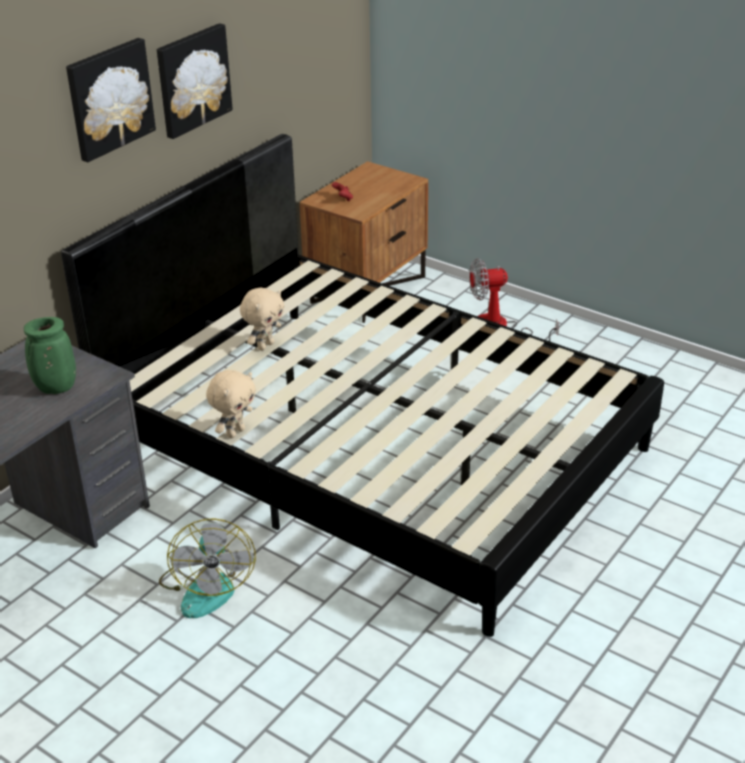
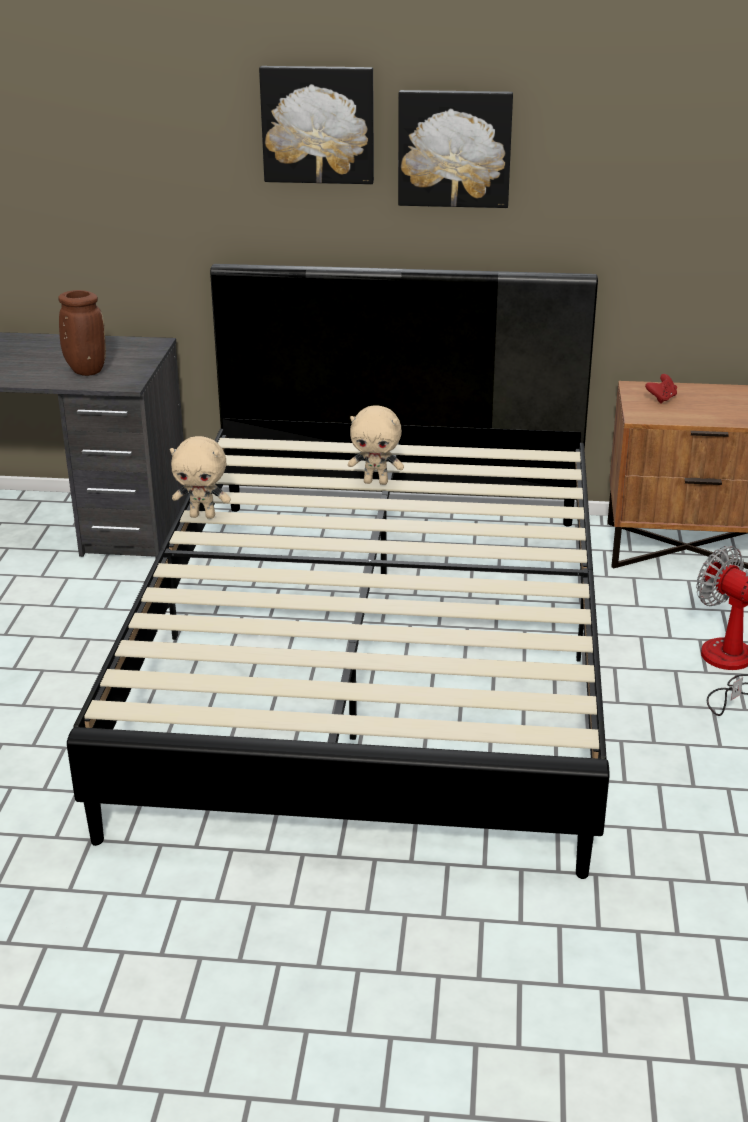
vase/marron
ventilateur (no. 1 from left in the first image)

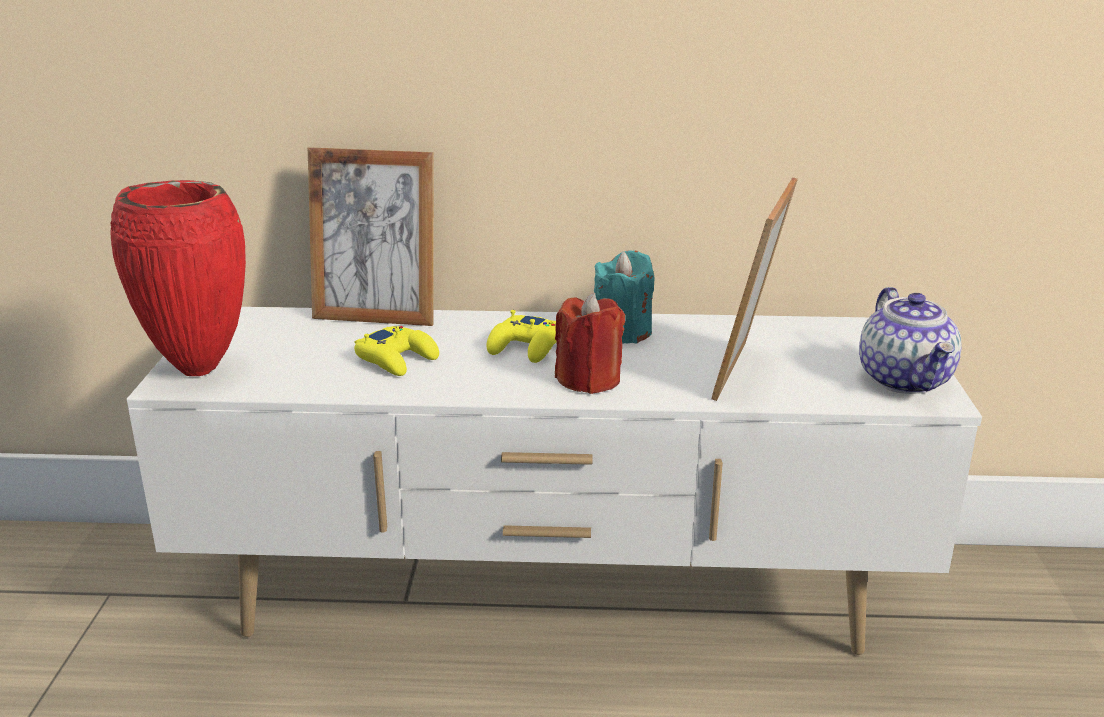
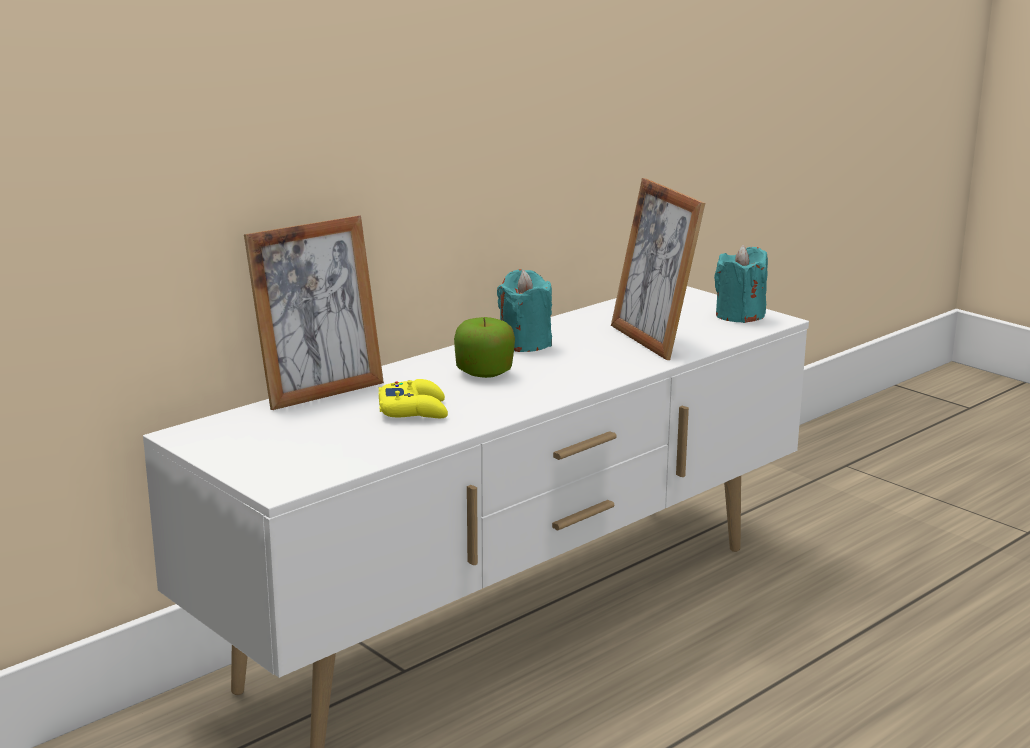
pomme
bougie/turquoise (no. 2 from left)
vase/rouge
bougie/rouge

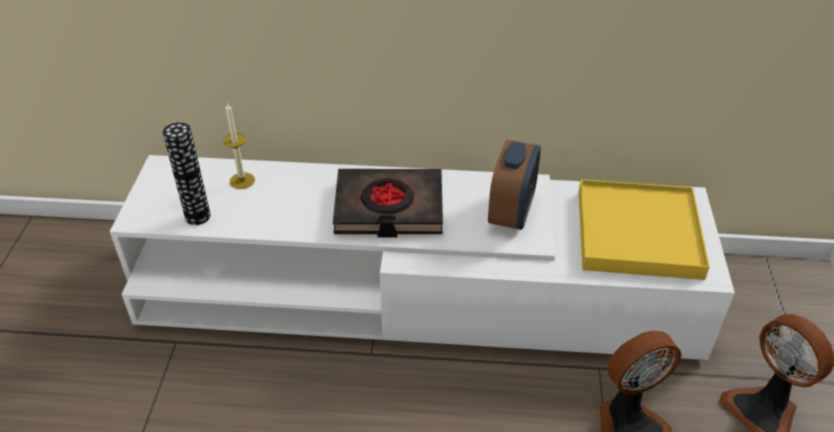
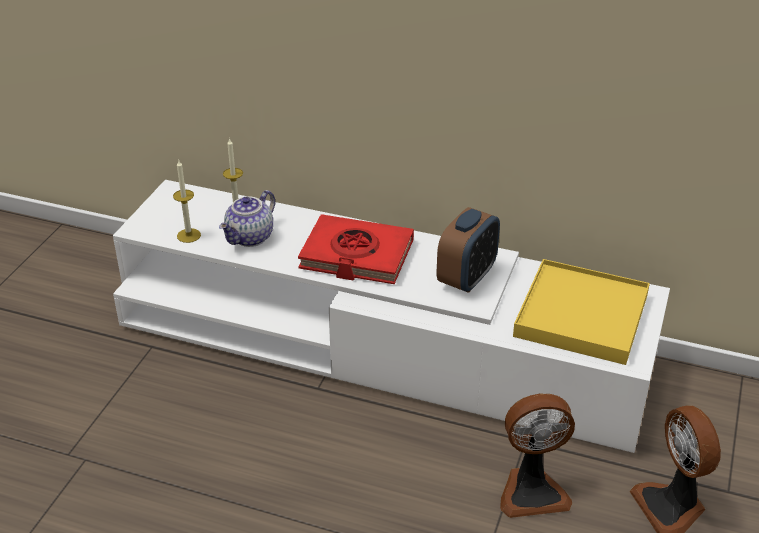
bougie (no. 1 from left)
théière
livre/rouge

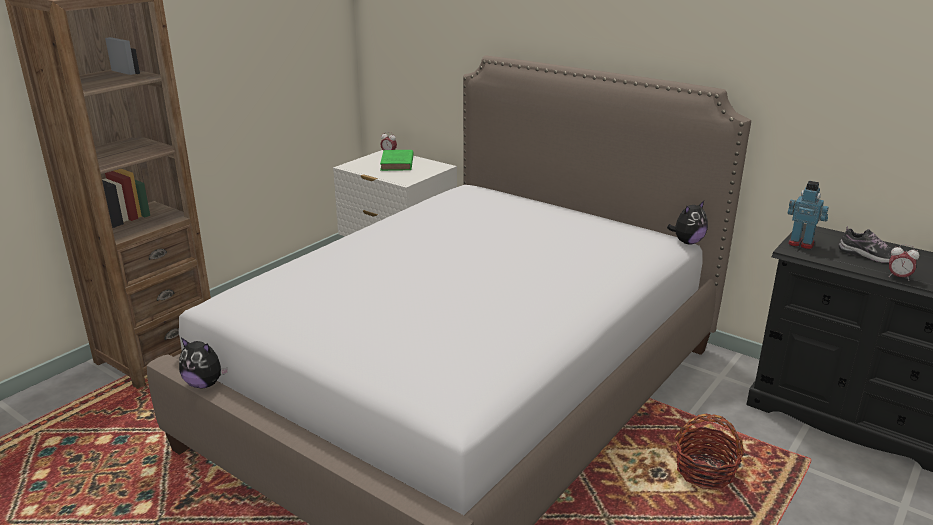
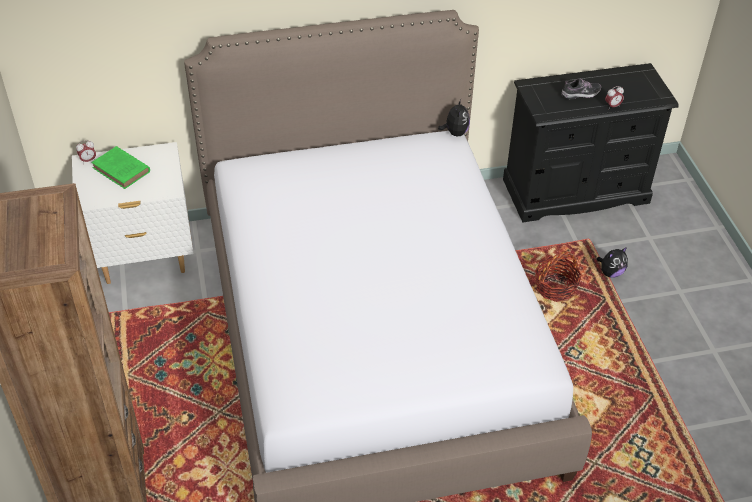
peluche (no. 2 from left)
robot jouet

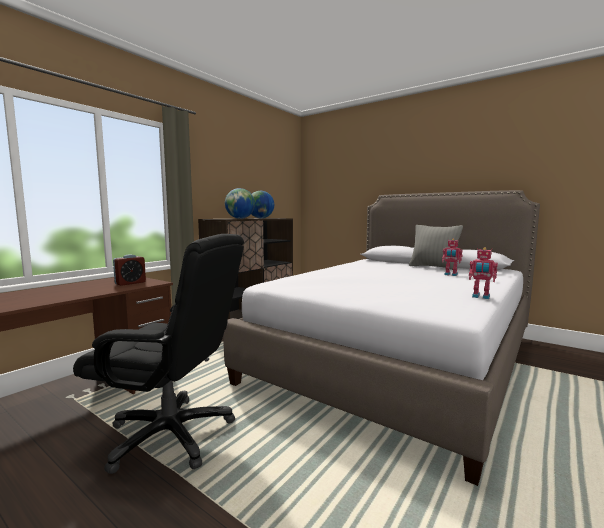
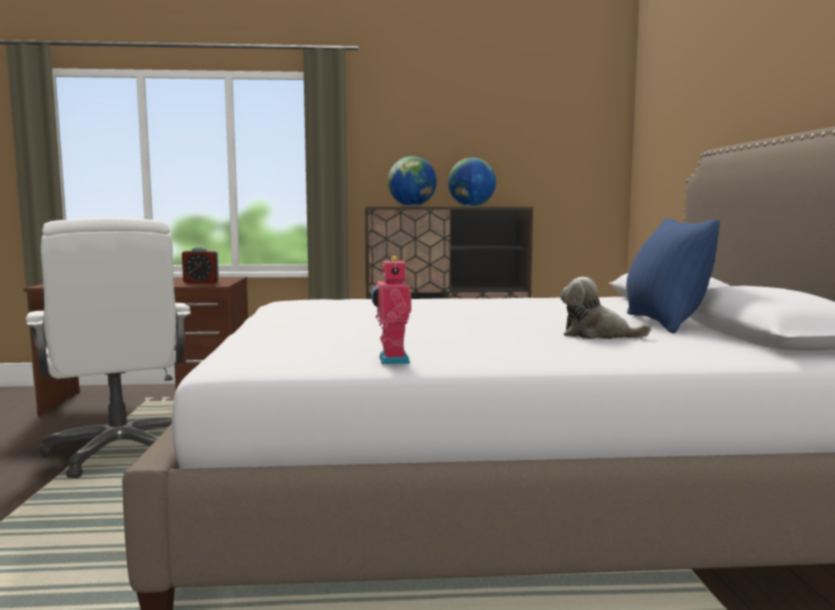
chaise de bureau/blanc
peluche
coussin/bleu

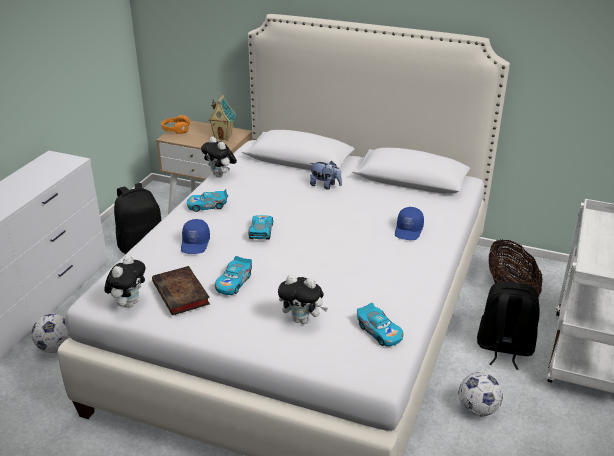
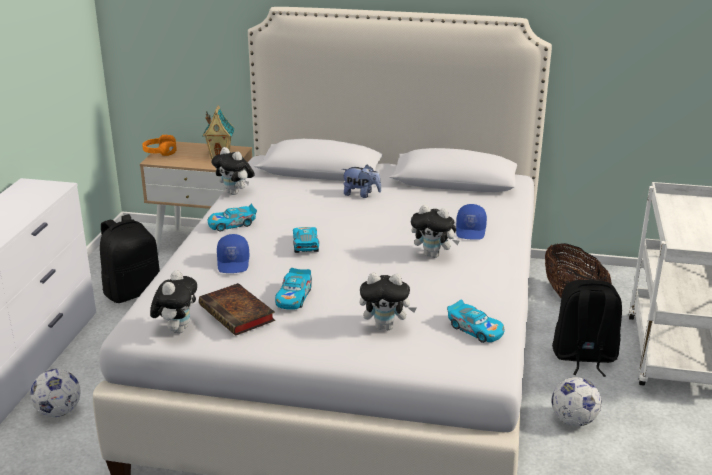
peluche (no. 5 from left)

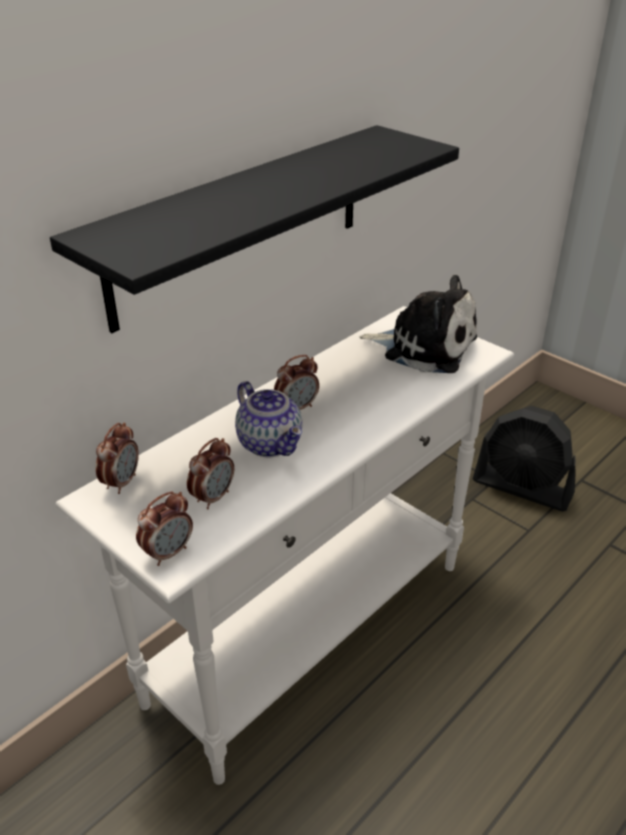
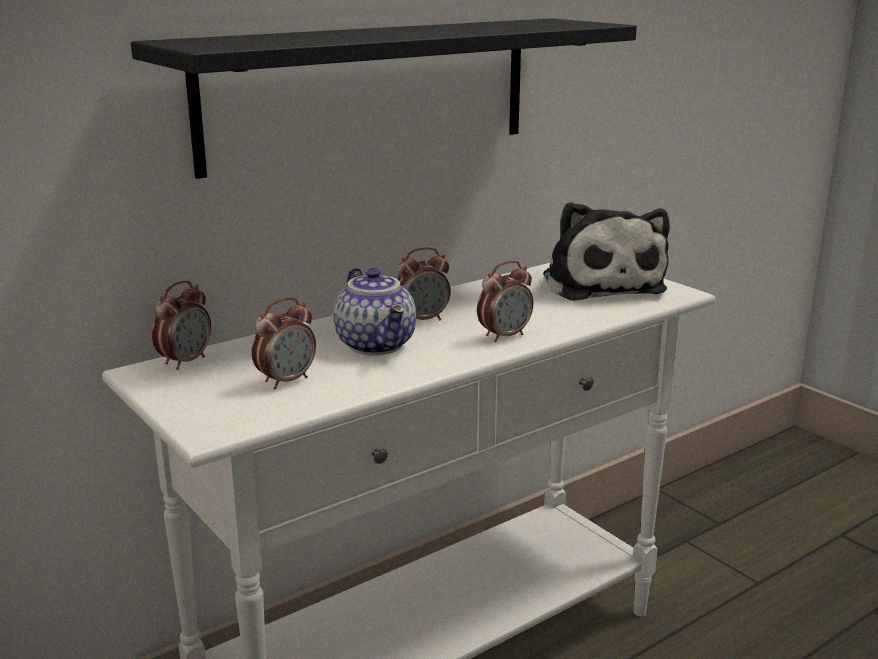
réveil (no. 4 from left)
peluche
ventilateur/noir

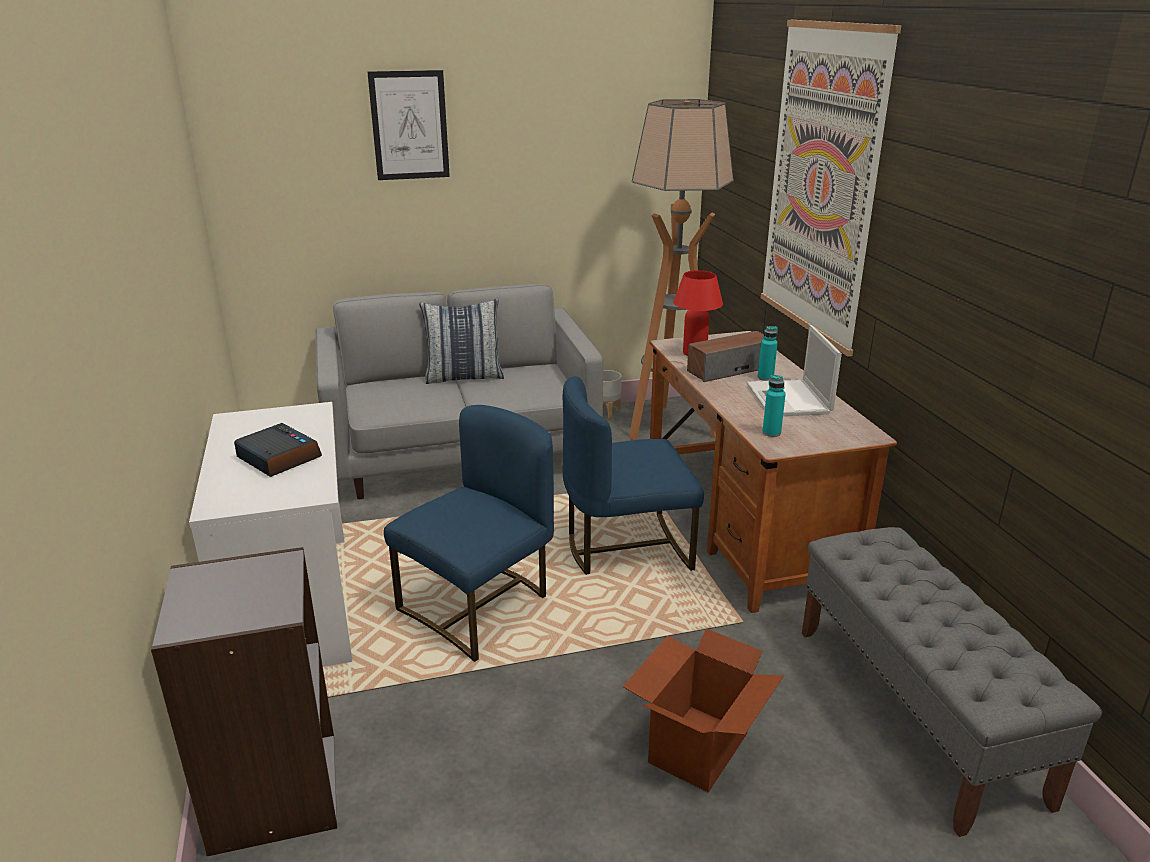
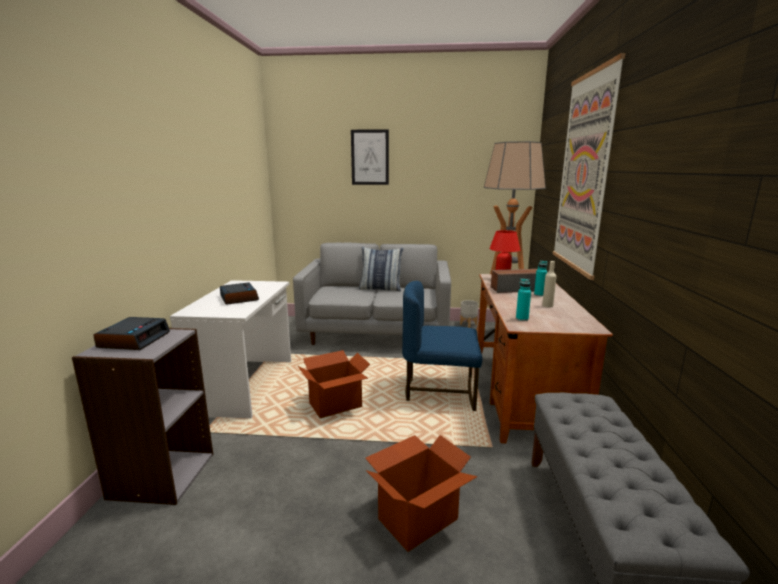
réveil (no. 1 from left)
carton (no. 1 from left)
bouteille/beige

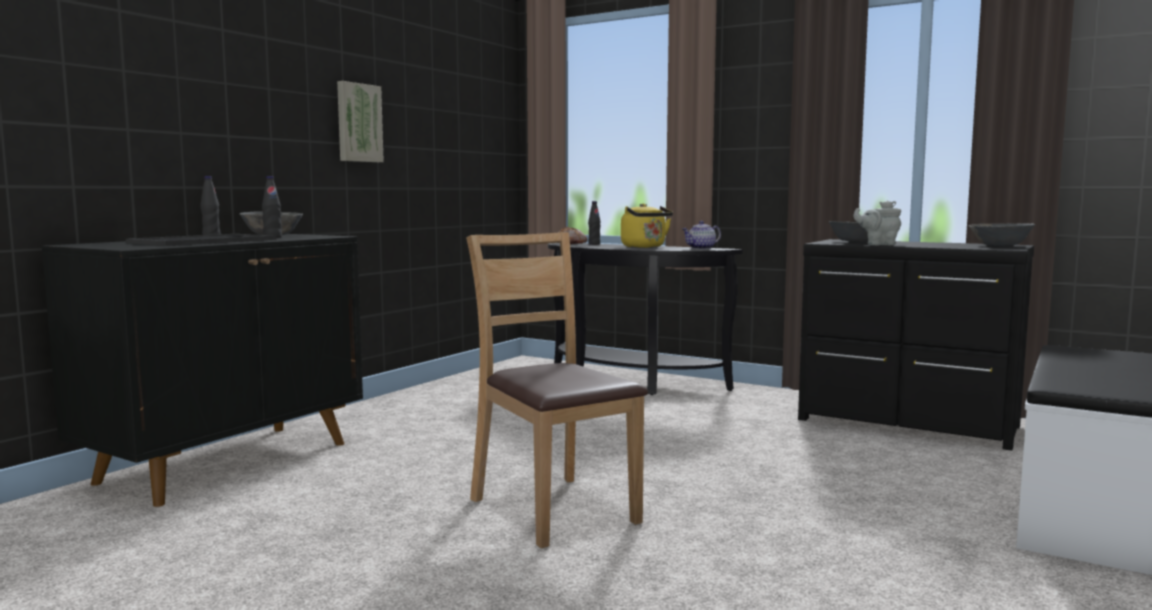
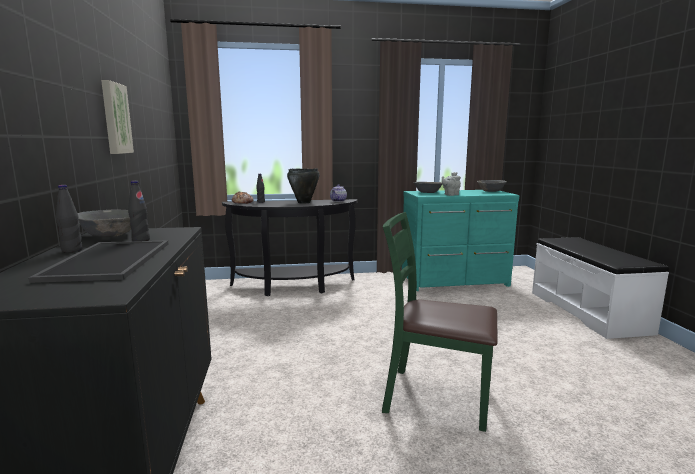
marmite/noir
chaise/vert
commode/turquoise

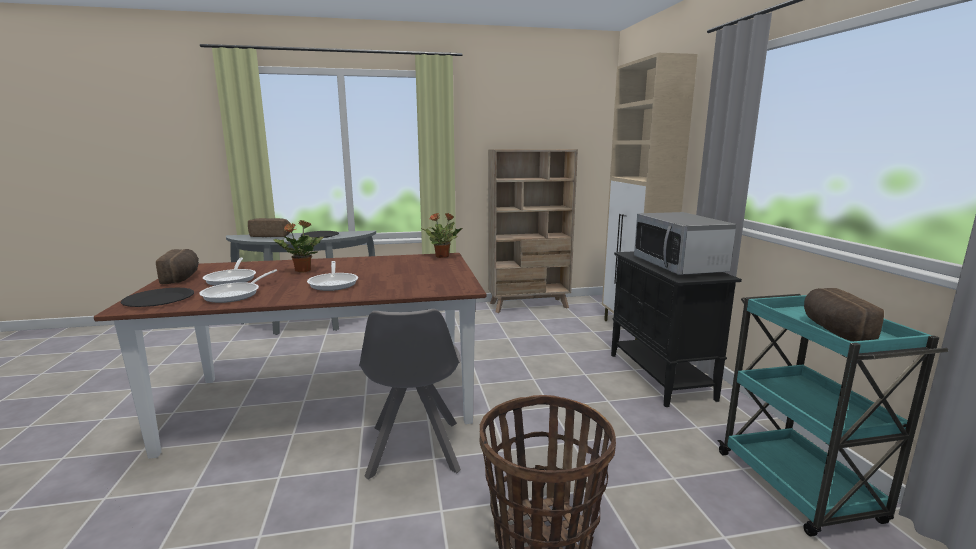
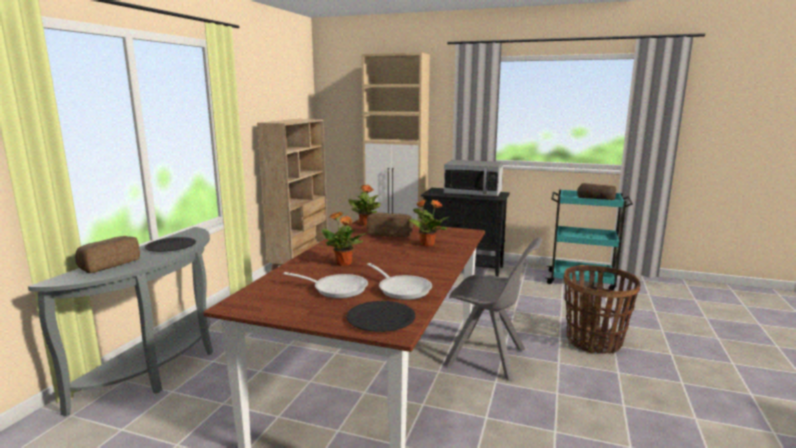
pain (no. 2 from left)
plante en pot (no. 3 from left)
poêle (no. 3 from left in the first image)

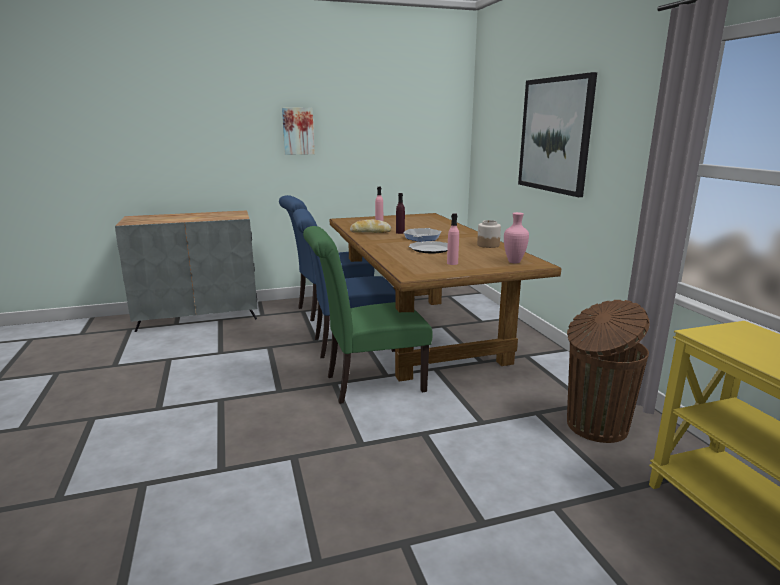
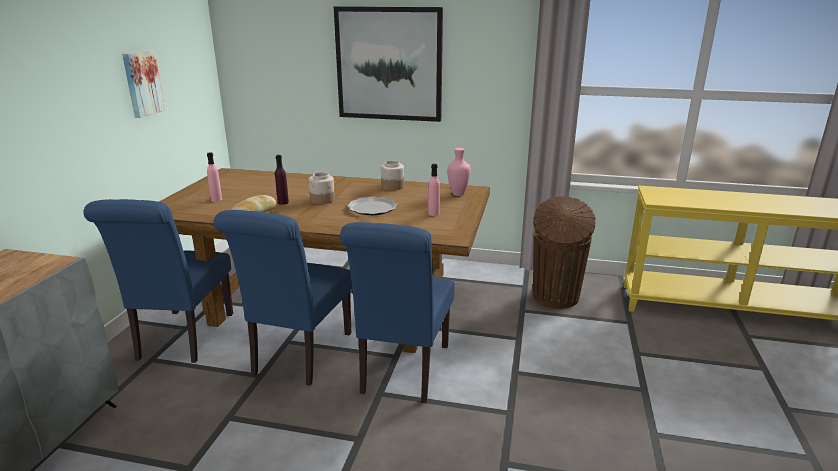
tableau (no. 1 from left)
bocal (no. 1 from left)
chaise/bleu (no. 3 from left)

